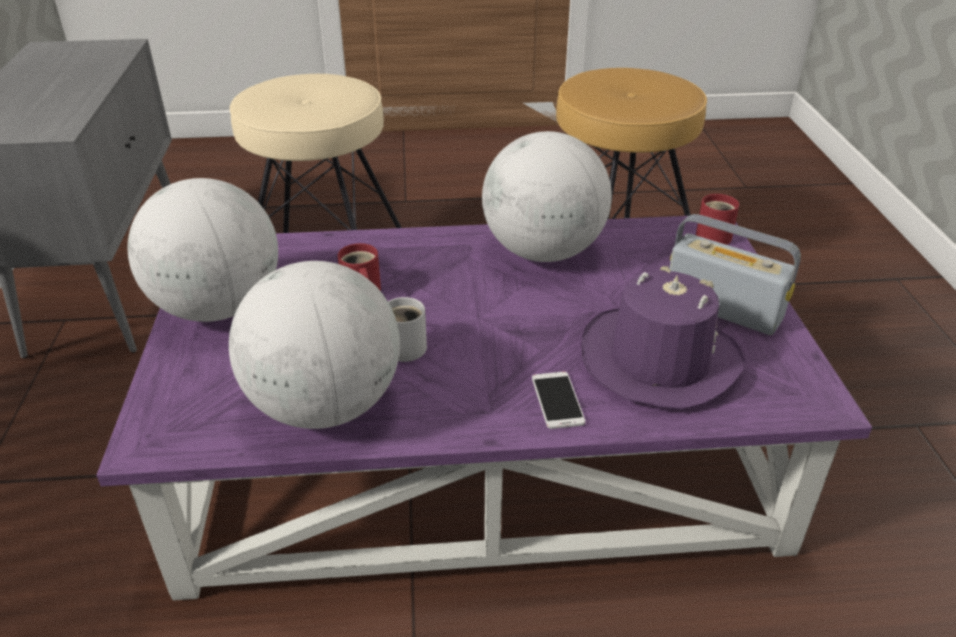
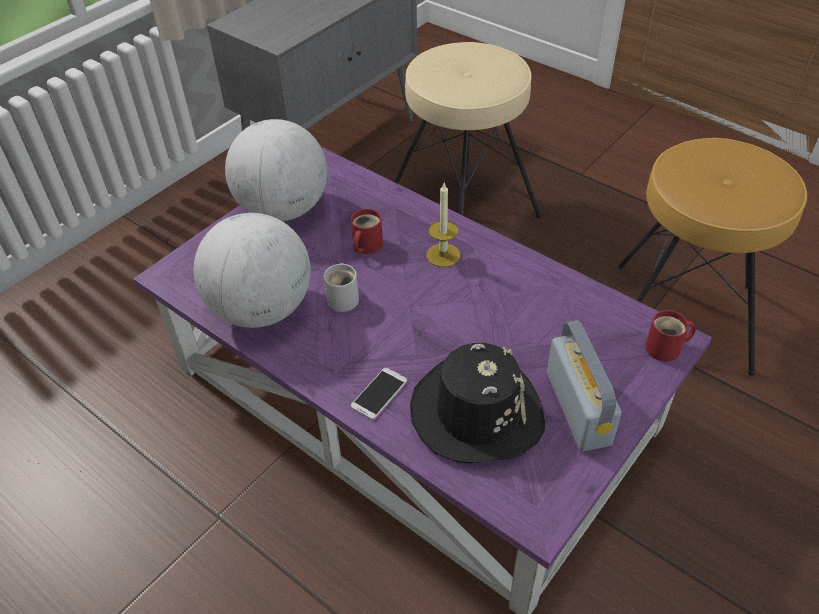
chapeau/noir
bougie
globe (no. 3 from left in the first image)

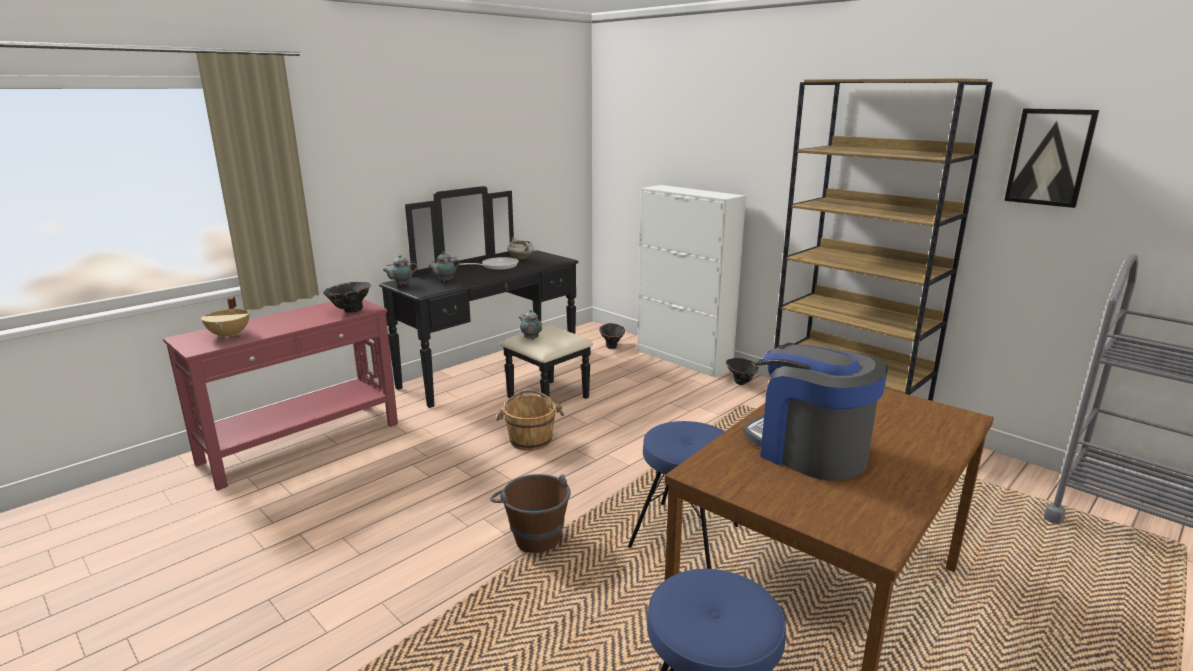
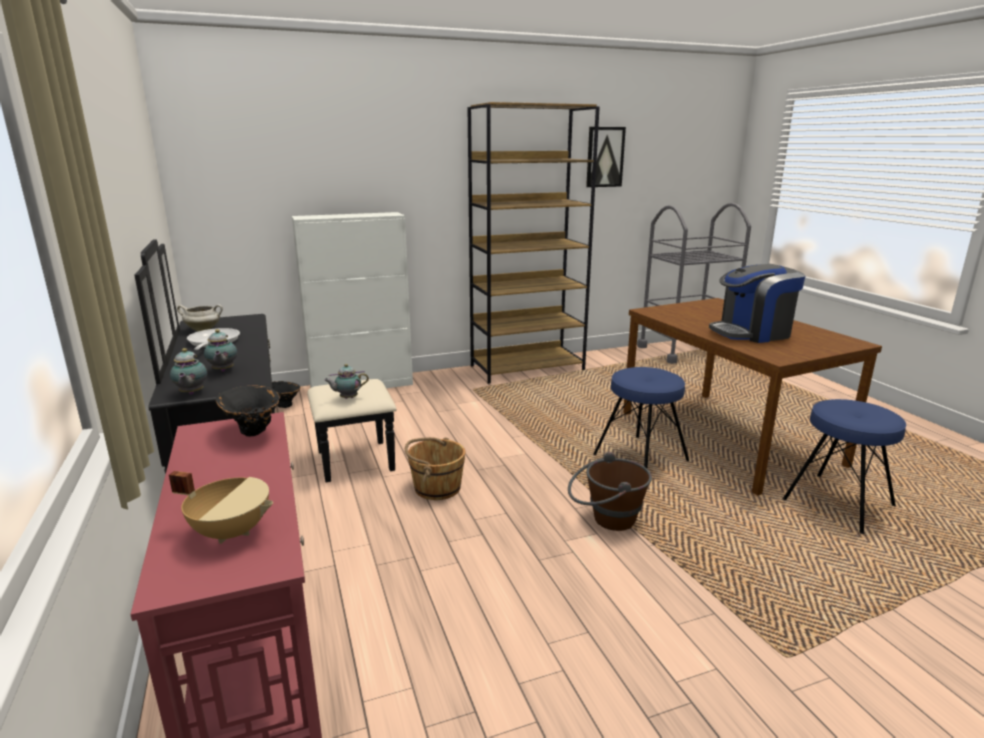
vase/noir (no. 3 from left in the first image)

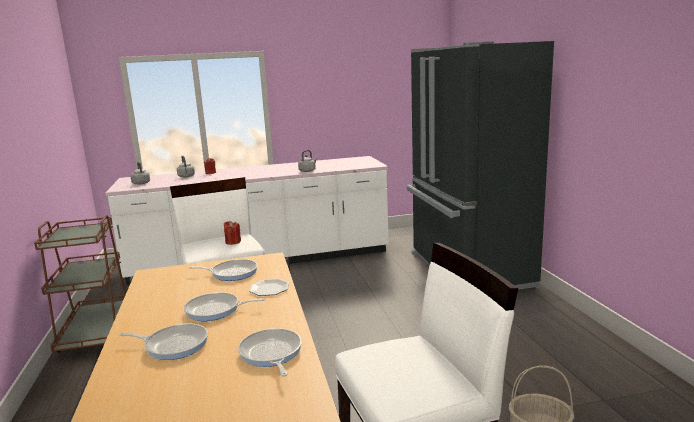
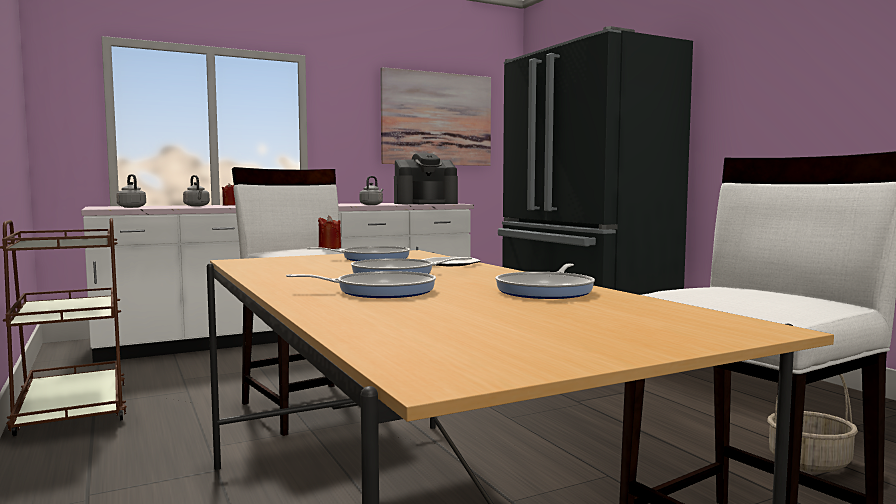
tableau
machine à café
poêle (no. 4 from left)

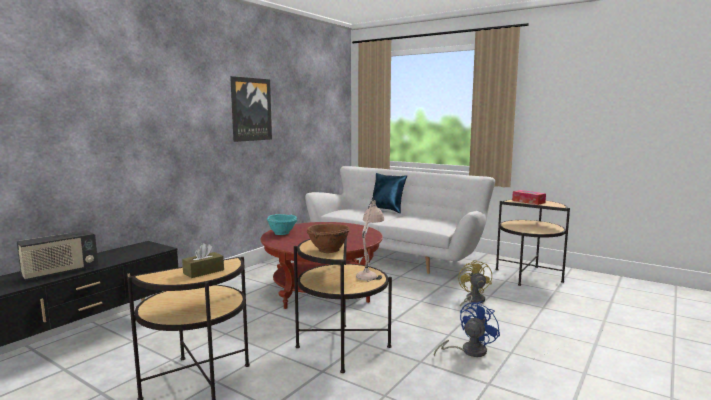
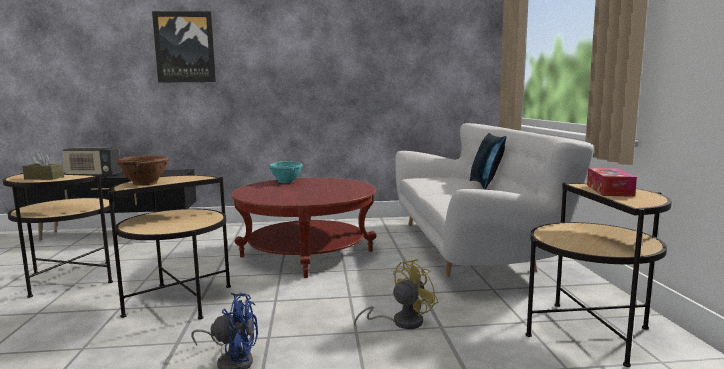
tableau
lampe de table/beige

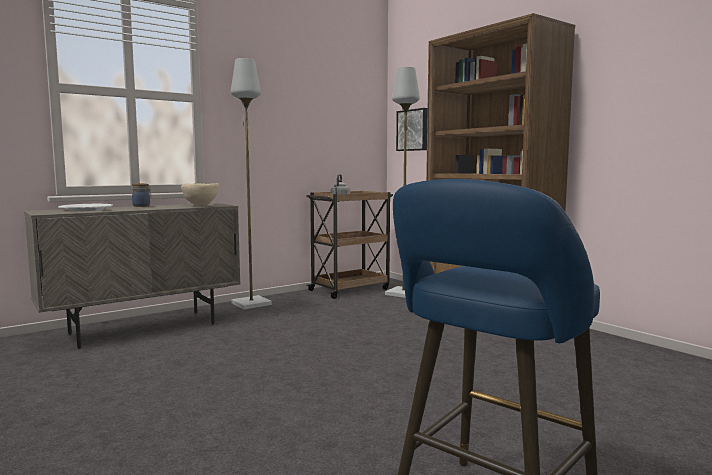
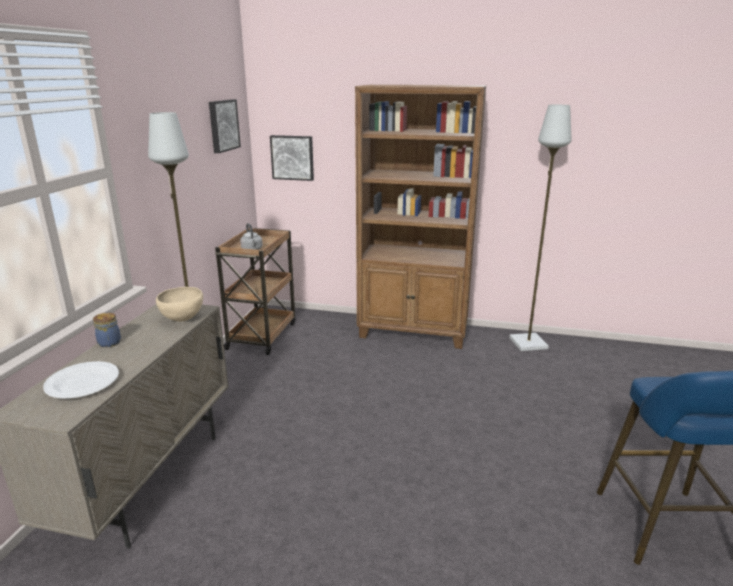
tableau (no. 1 from left)
lampadaire/gris (no. 2 from left)

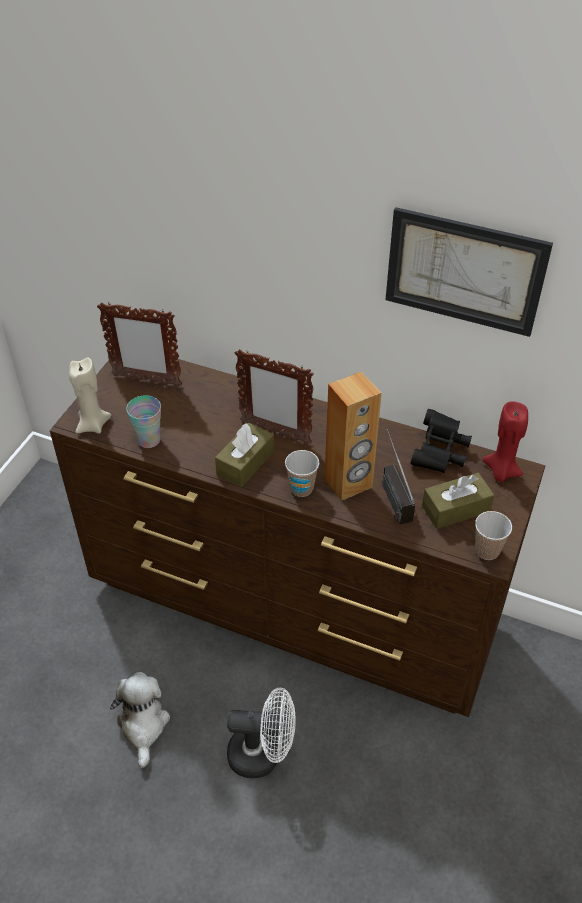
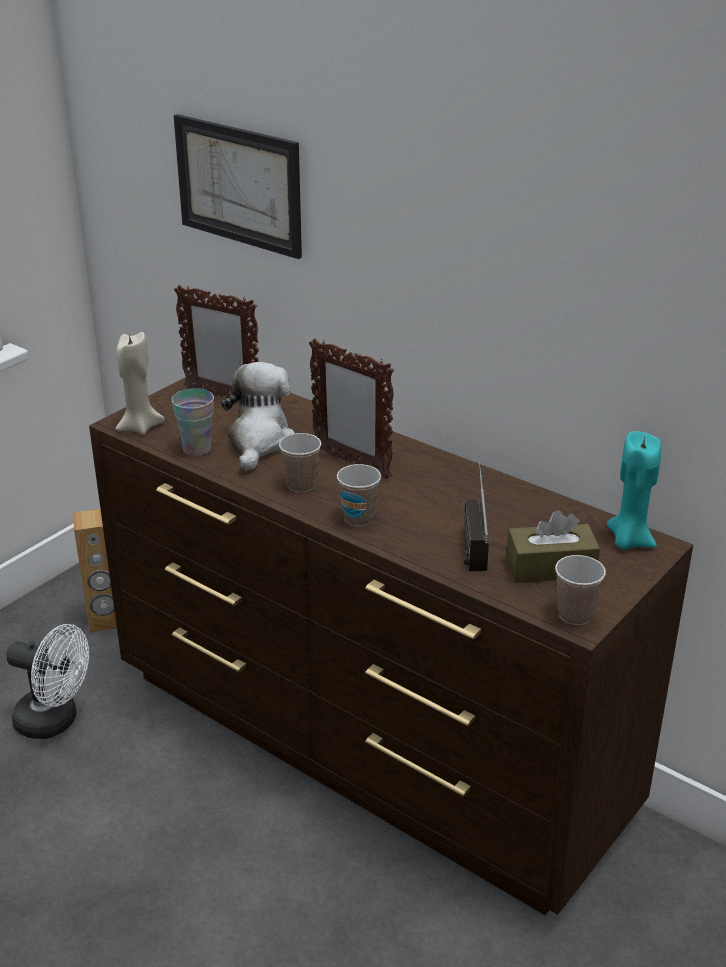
ventilateur/blanc
enceinte/marron
tableau
peluche
tasse (no. 2 from left)
bougie/turquoise
jumelles/noir

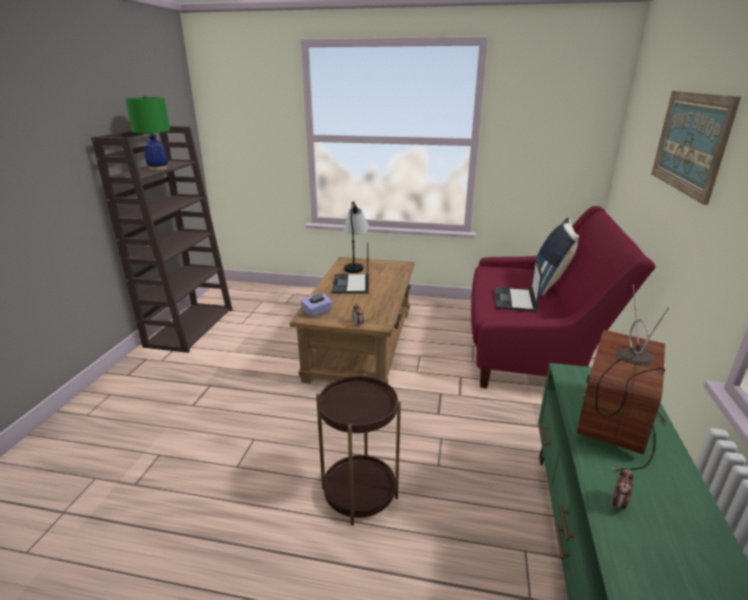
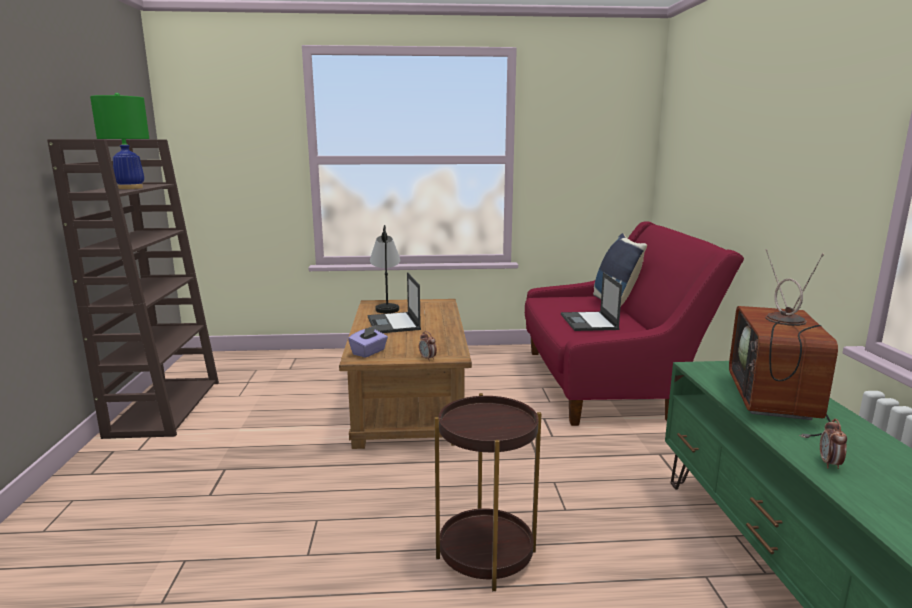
tableau

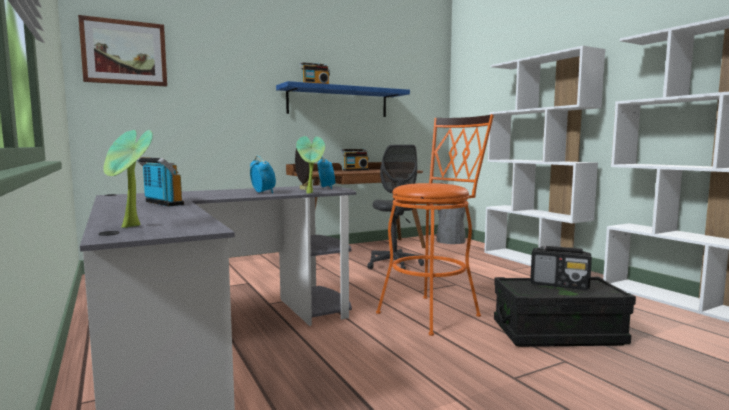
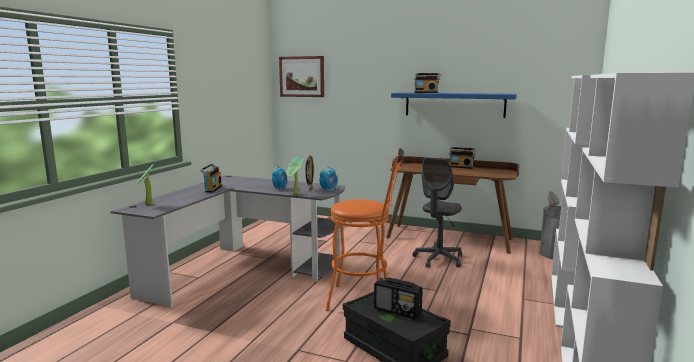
radio (no. 2 from left)

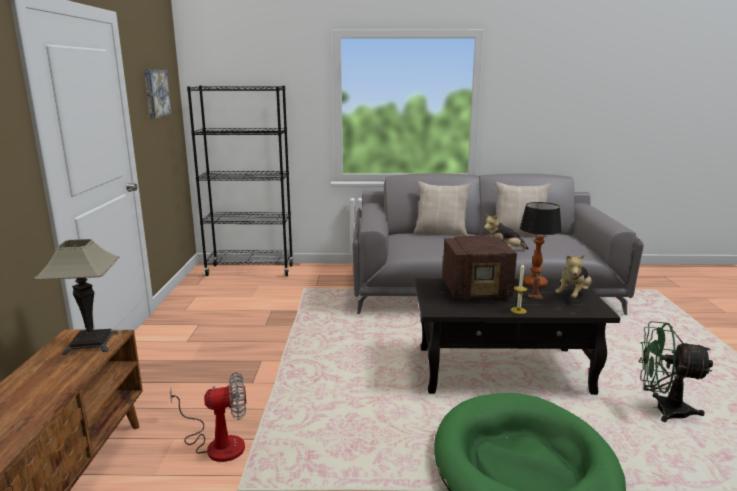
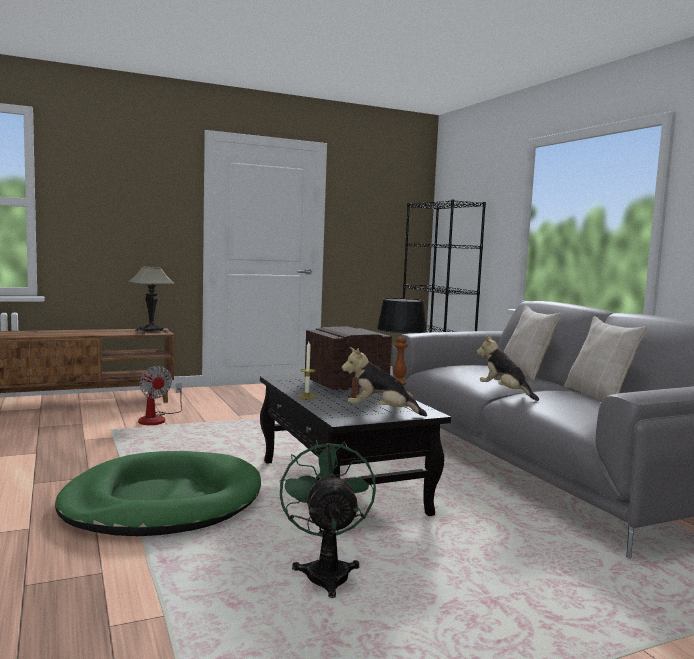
radio
tableau

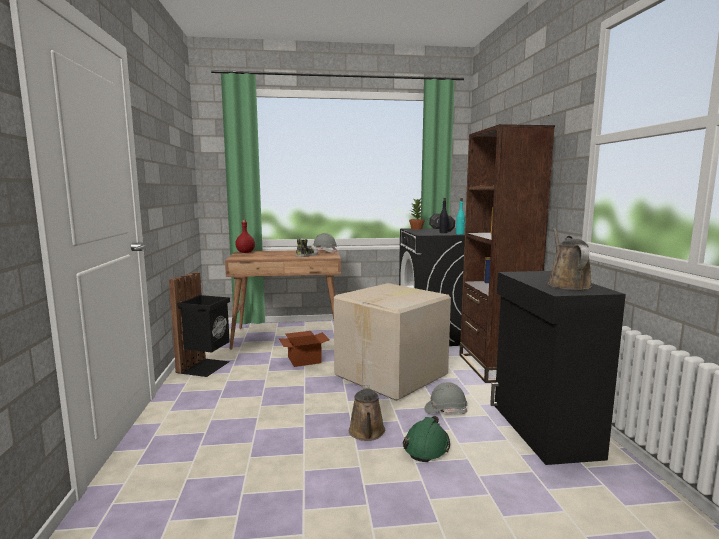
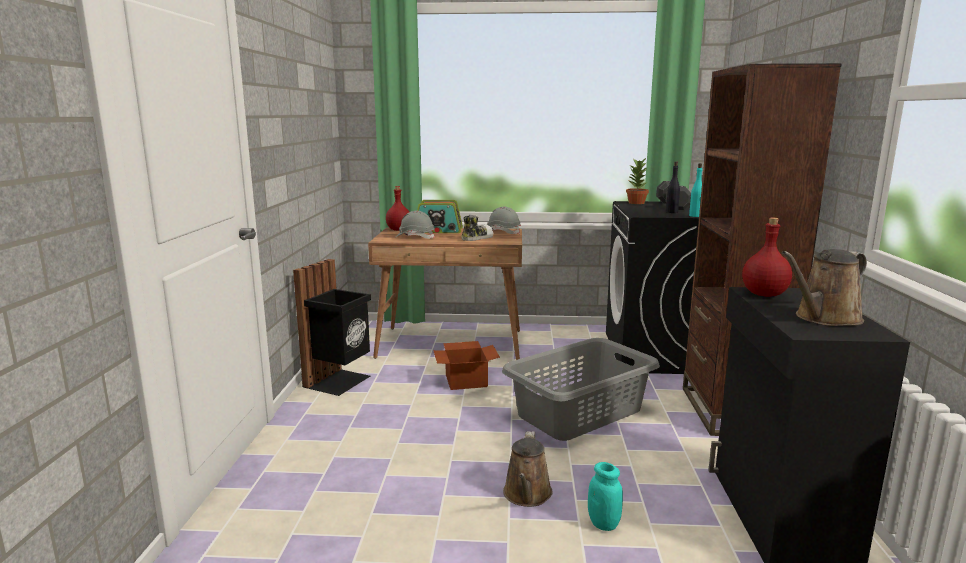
casque de chantier/gris (no. 1 from left)
radio
panier à linge/gris
bocal/turquoise
bouteille/rouge (no. 2 from left)
arrosoir/marron (no. 2 from left)

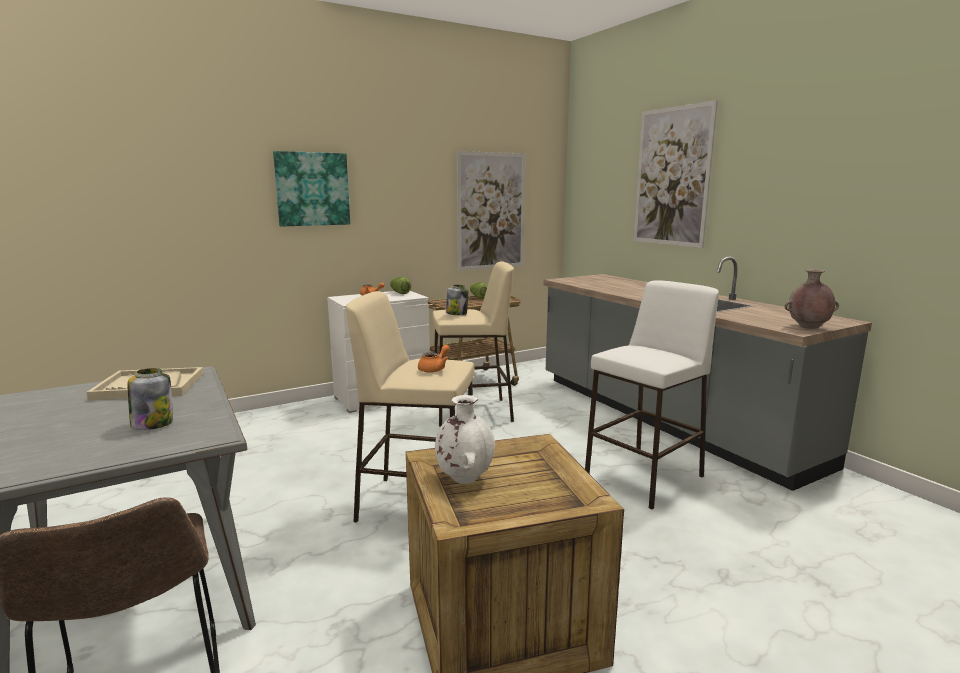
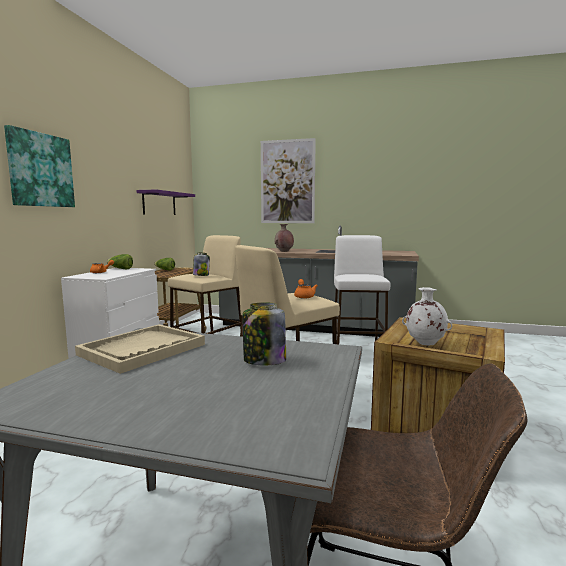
étagère/violet
vase/marron

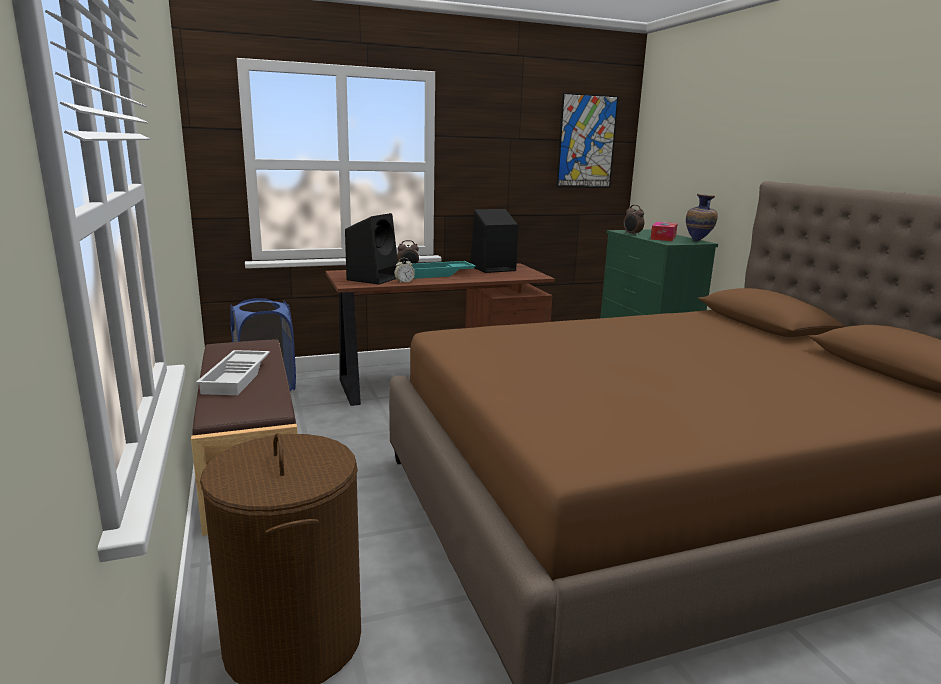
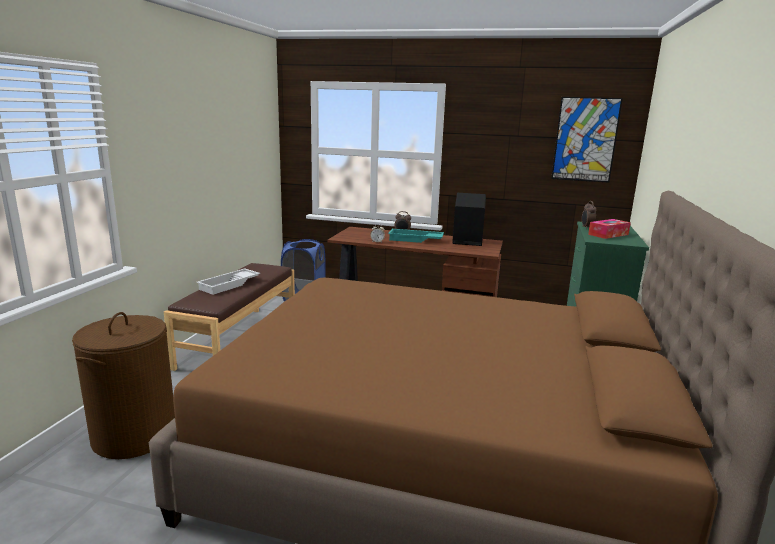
enceinte/noir (no. 1 from left in the first image)
vase

